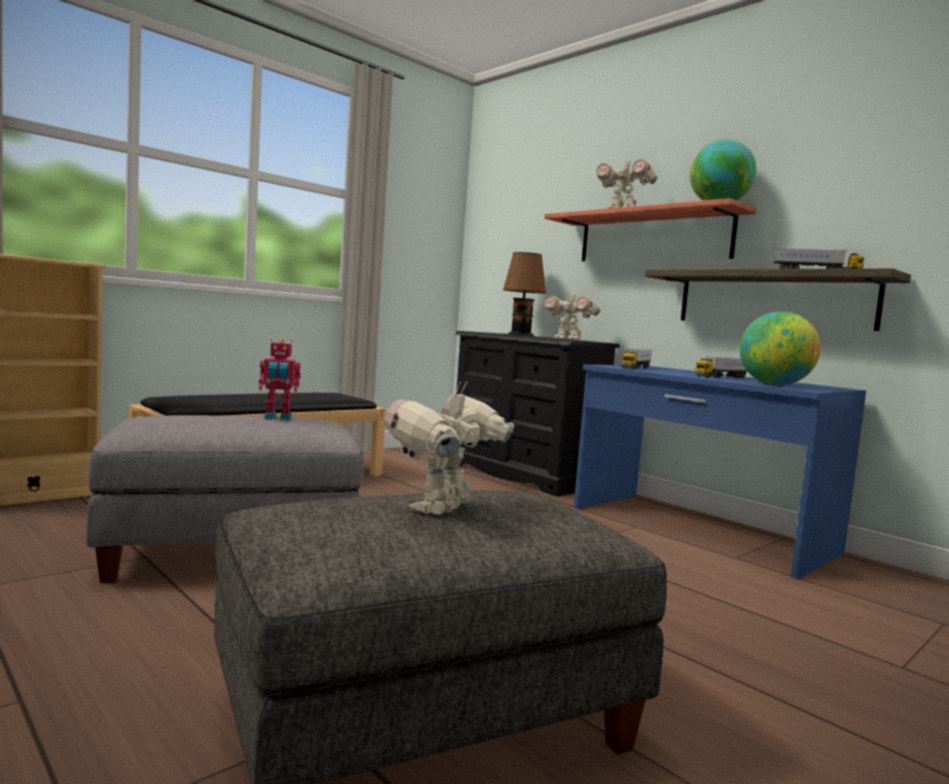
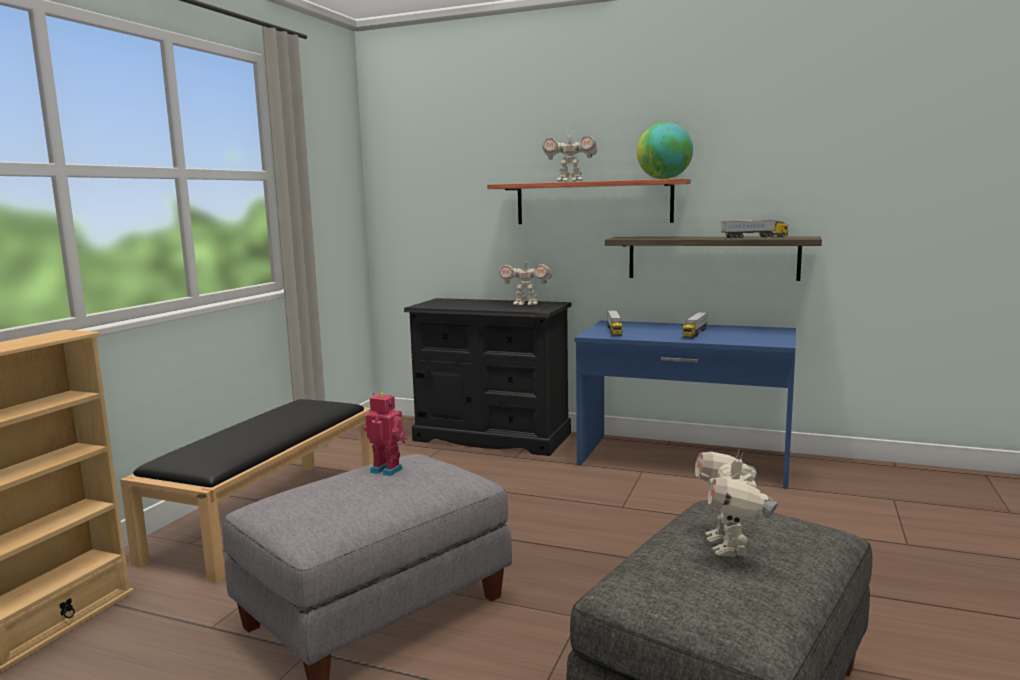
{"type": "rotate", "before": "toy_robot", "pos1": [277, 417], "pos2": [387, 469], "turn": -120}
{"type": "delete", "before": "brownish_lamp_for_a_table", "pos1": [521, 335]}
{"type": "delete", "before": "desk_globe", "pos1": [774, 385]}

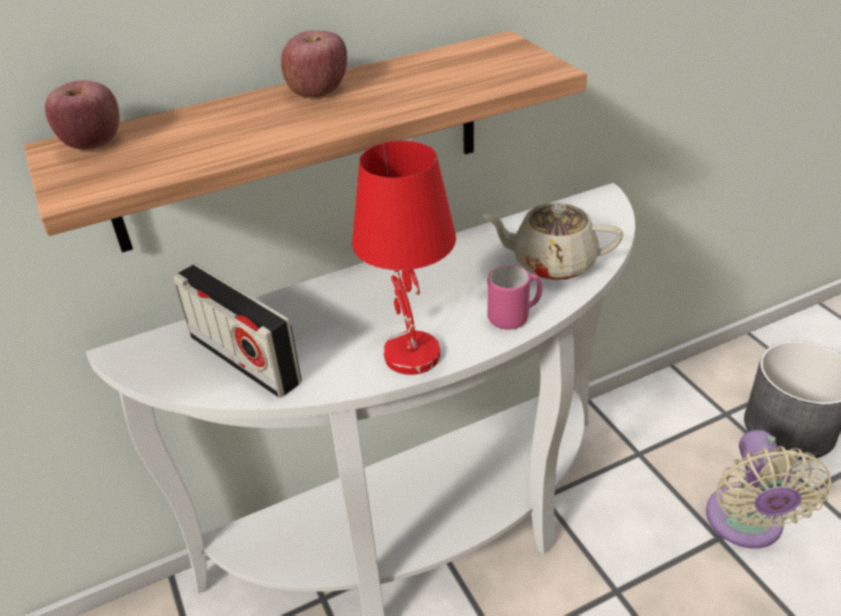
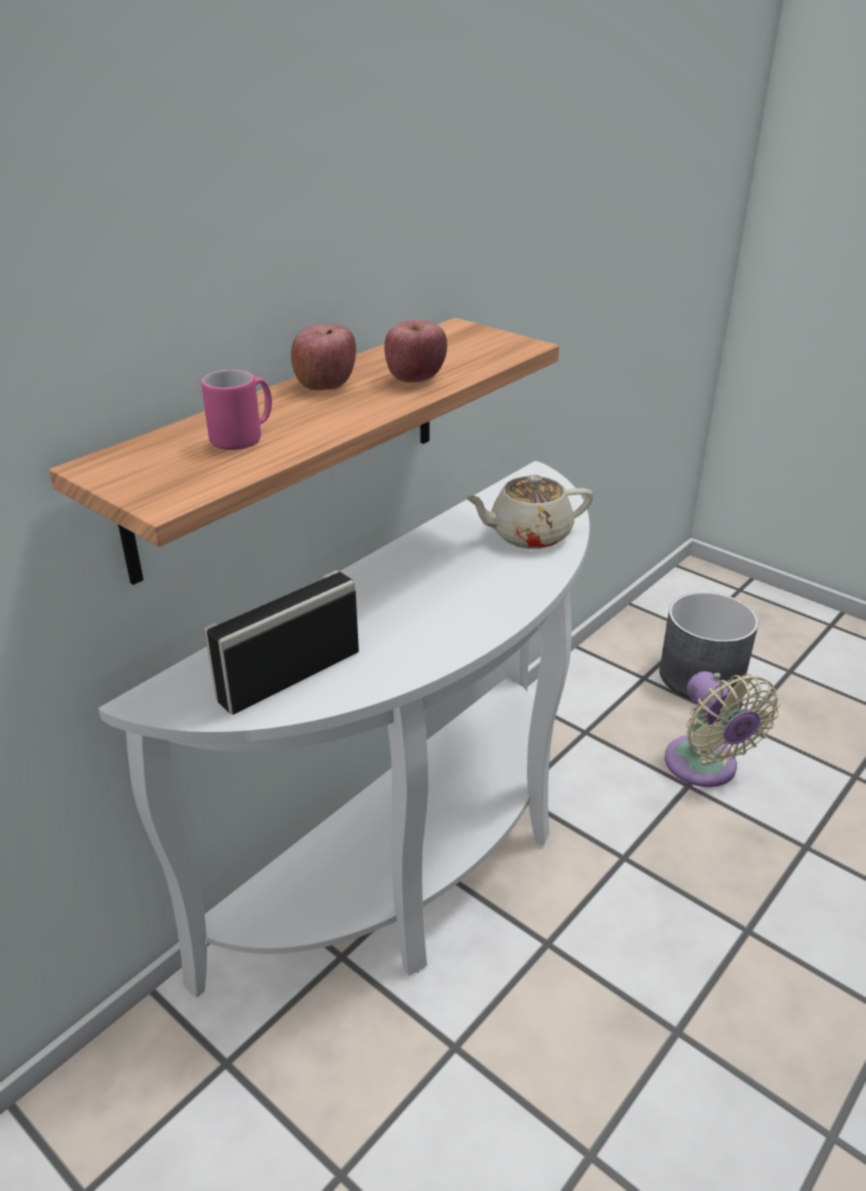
{"type": "move", "before": "apple_fruit", "pos1": [93, 144], "pos2": [415, 379]}
{"type": "rotate", "before": "radio_receiver", "pos1": [244, 360], "pos2": [289, 675], "turn": 120}
{"type": "delete", "before": "reddish_lamp_for_a_table", "pos1": [410, 354]}
{"type": "move", "before": "pink-coloured_tea_mug", "pos1": [515, 316], "pos2": [244, 438]}

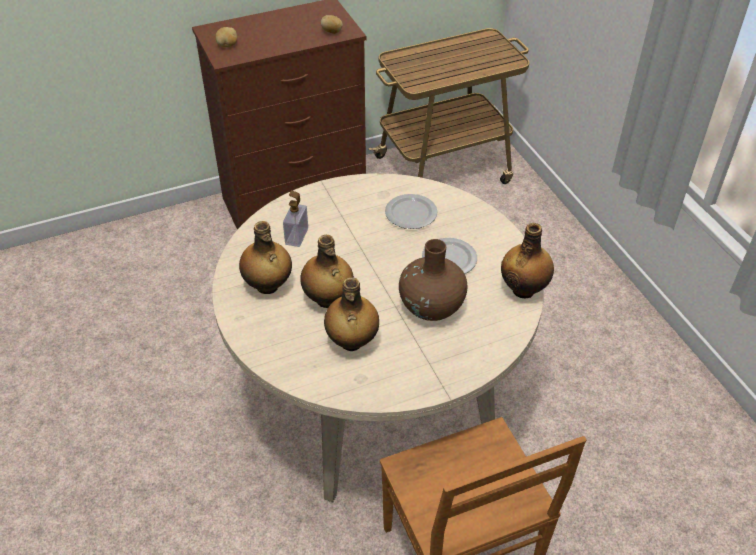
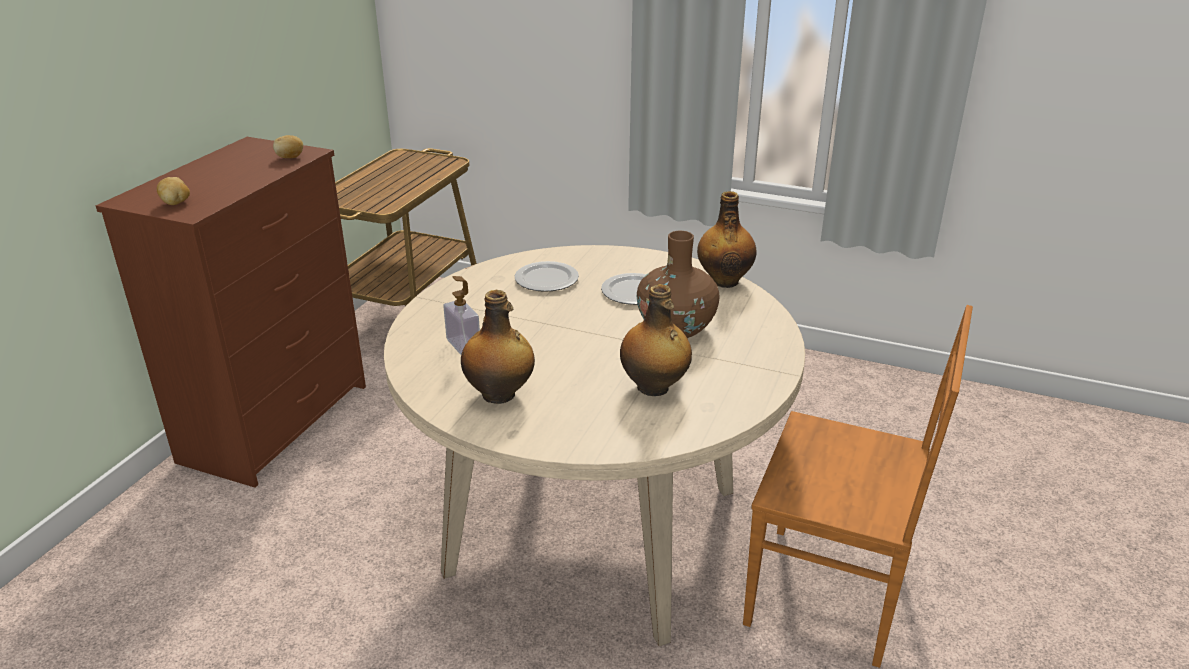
{"type": "delete", "before": "bottle", "pos1": [327, 300]}

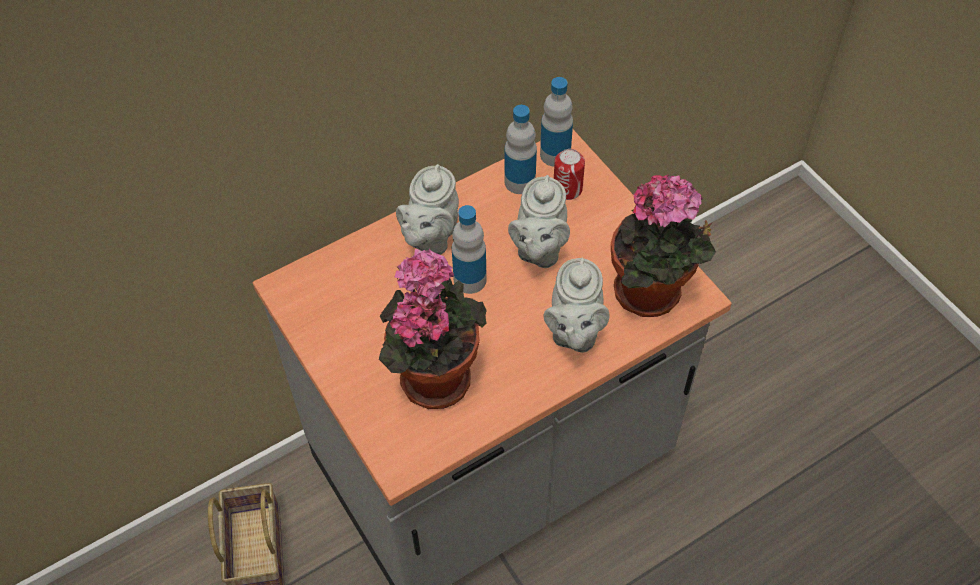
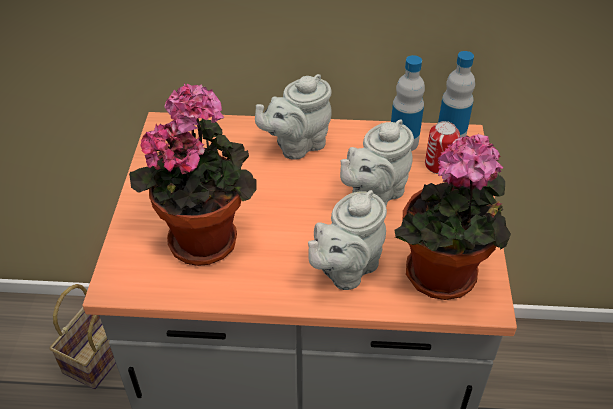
{"type": "delete", "before": "bottle", "pos1": [470, 280]}

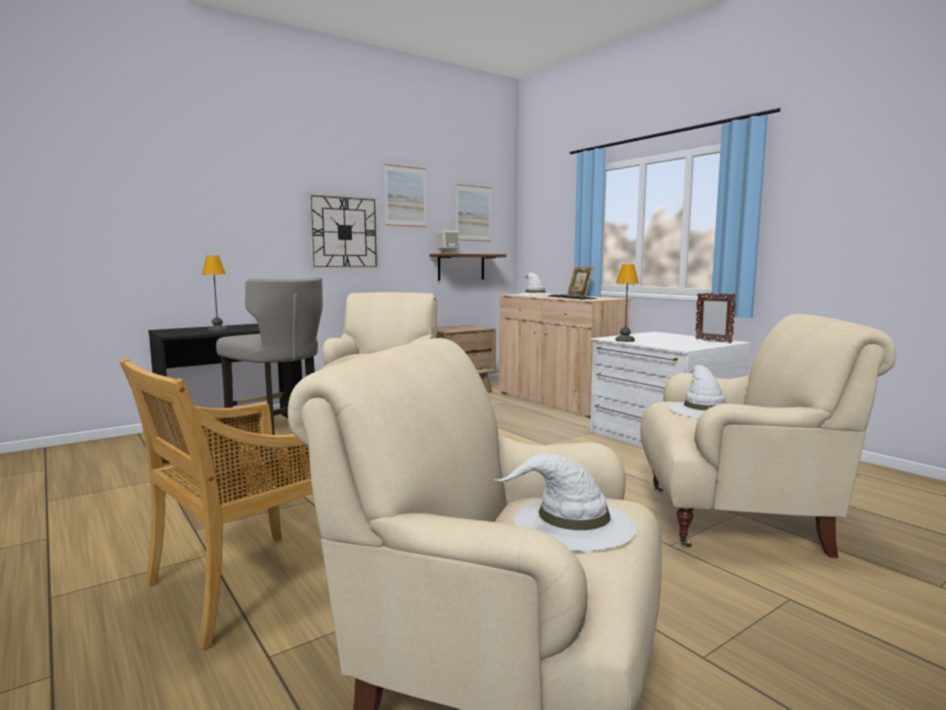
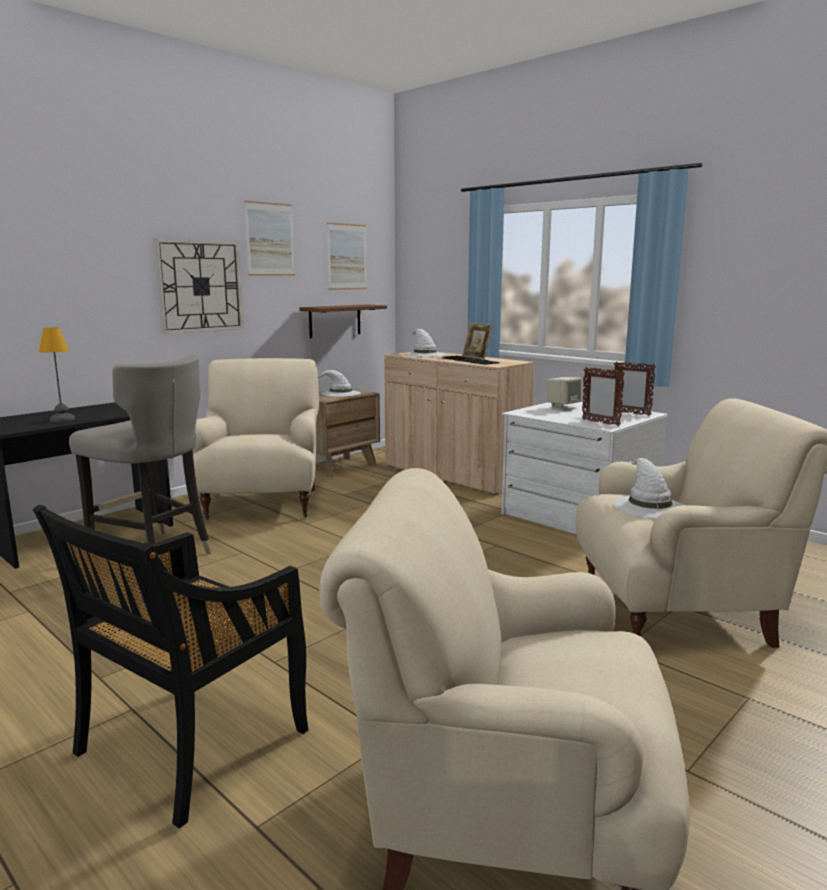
{"type": "recolor", "before": "beige_chair", "after": "blackish_chair", "pos1": [242, 586], "pos2": [190, 745]}
{"type": "move", "before": "beige_loudspeaker", "pos1": [448, 253], "pos2": [562, 408]}
{"type": "move", "before": "white-coloured_hat", "pos1": [572, 523], "pos2": [340, 393]}
{"type": "delete", "before": "lamp_for_a_table", "pos1": [625, 340]}
{"type": "insert", "after": "photo_frame", "pos2": [600, 423]}

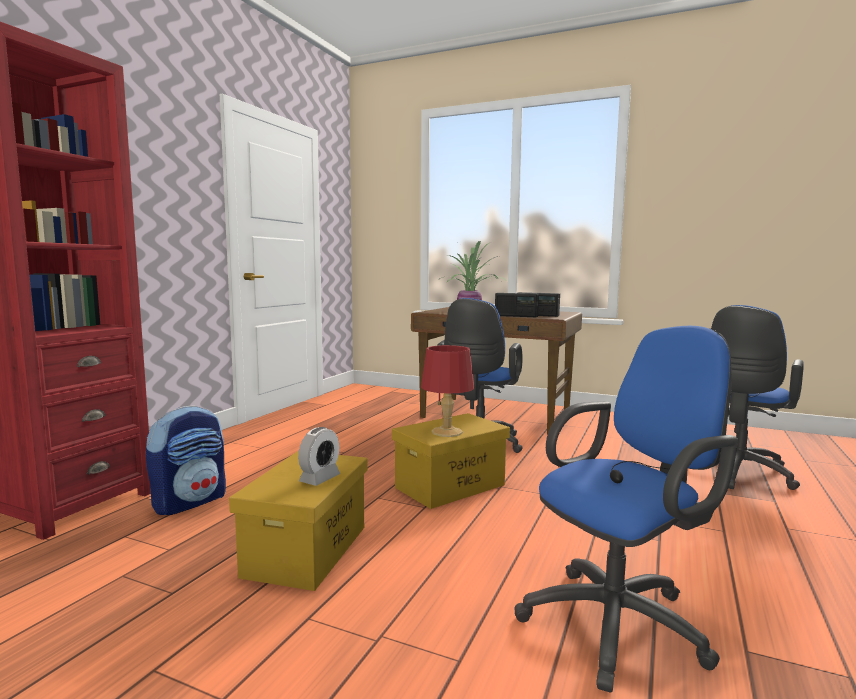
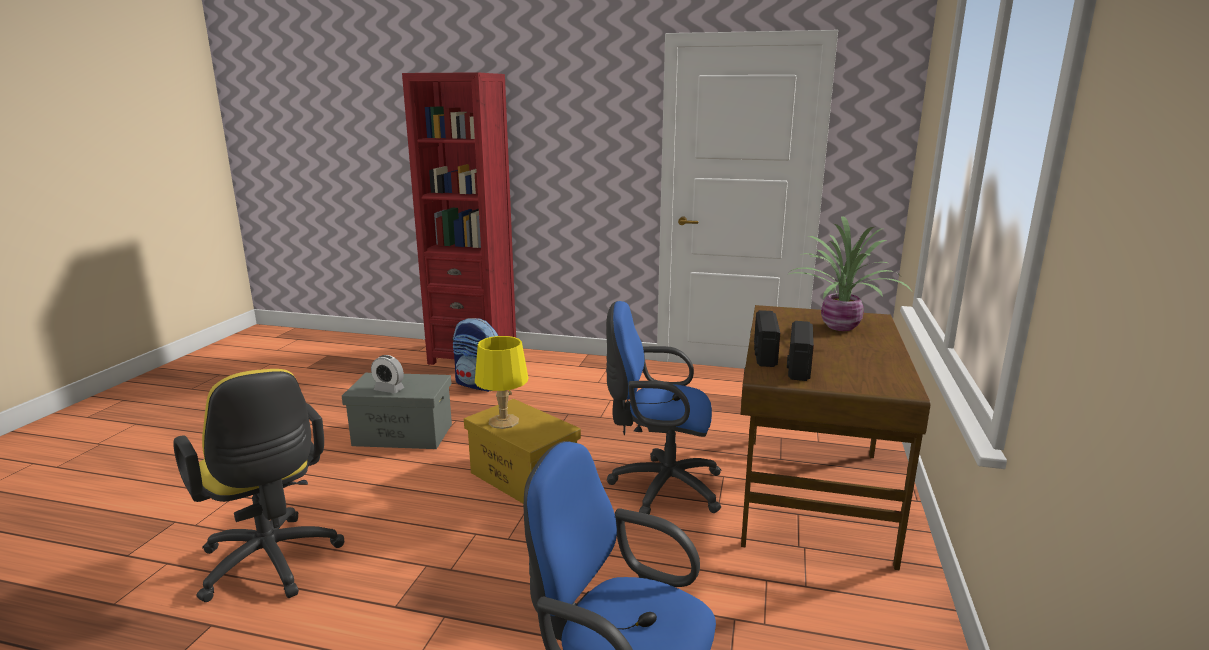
{"type": "recolor", "before": "yellow-coloured_storage_box", "after": "gray_storage_box", "pos1": [306, 549], "pos2": [404, 434]}
{"type": "recolor", "before": "reddish_lamp_for_a_table", "after": "yellow-coloured_lamp_for_a_table", "pos1": [447, 432], "pos2": [503, 422]}
{"type": "recolor", "before": "blue-coloured_office_chair", "after": "yellow-coloured_office_chair", "pos1": [621, 622], "pos2": [272, 565]}

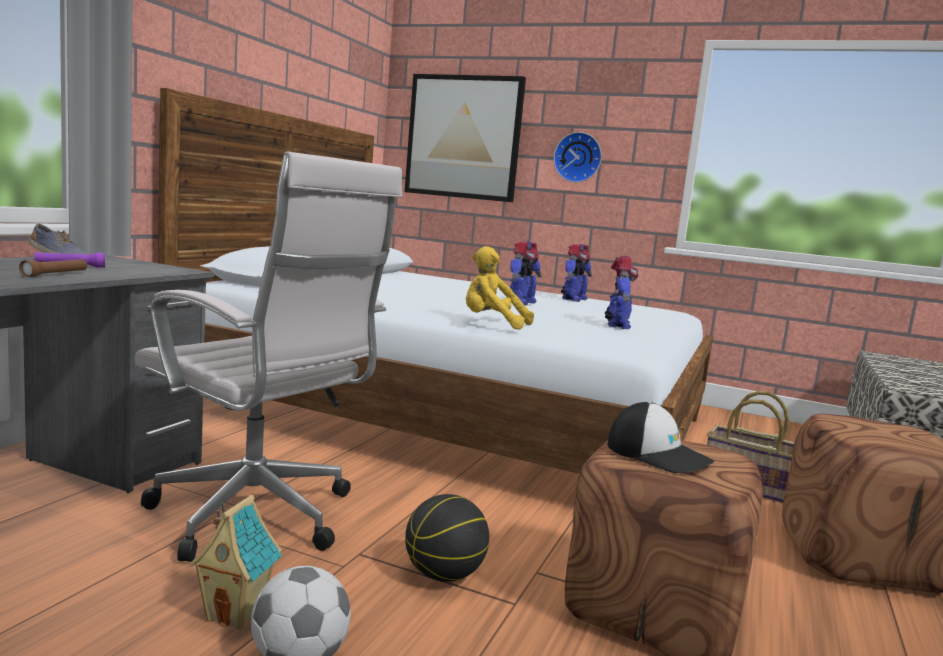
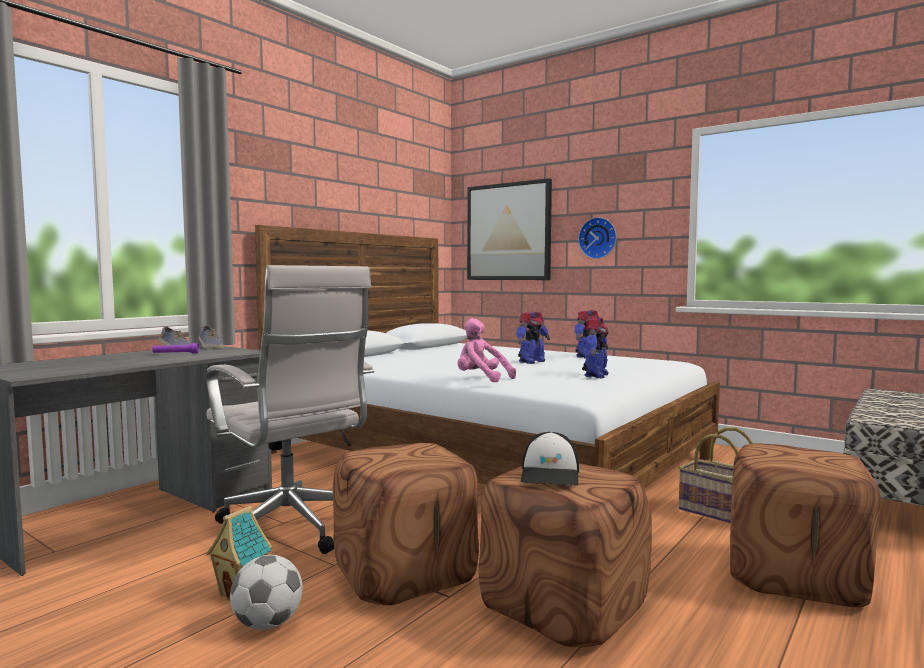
{"type": "delete", "before": "brownish_flashlight", "pos1": [55, 274]}
{"type": "replace", "before": "ball_for_basketball", "after": "brownish_ottoman", "pos1": [444, 575], "pos2": [405, 574]}
{"type": "recolor", "before": "yellow-coloured_soft_toy", "after": "pink-coloured_soft_toy", "pos1": [492, 324], "pos2": [481, 379]}
{"type": "rotate", "before": "baseball_cap", "pos1": [658, 454], "pos2": [550, 474], "turn": 45}
{"type": "insert", "after": "low_shoe", "pos2": [210, 347]}

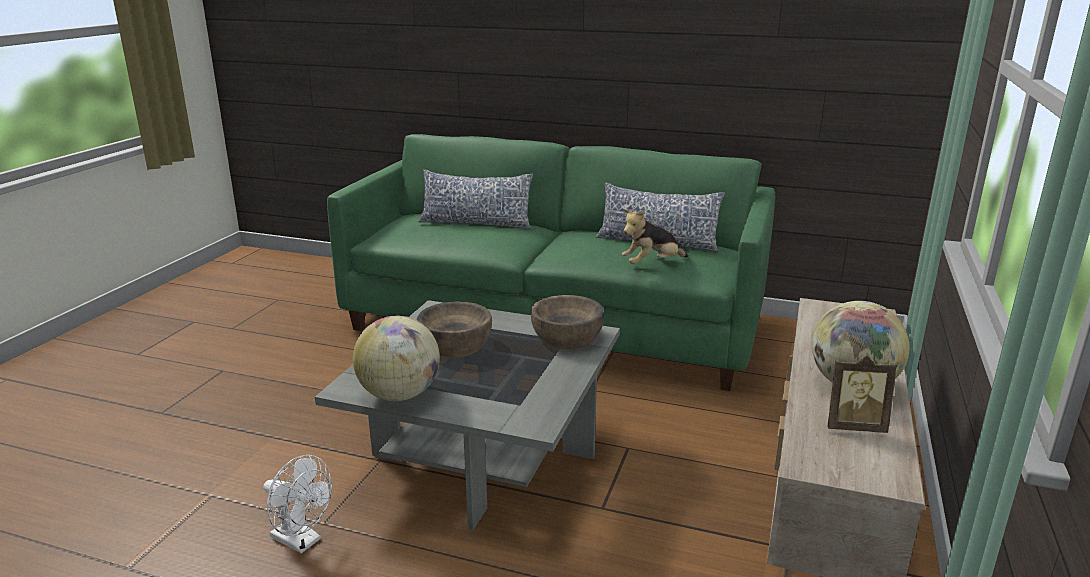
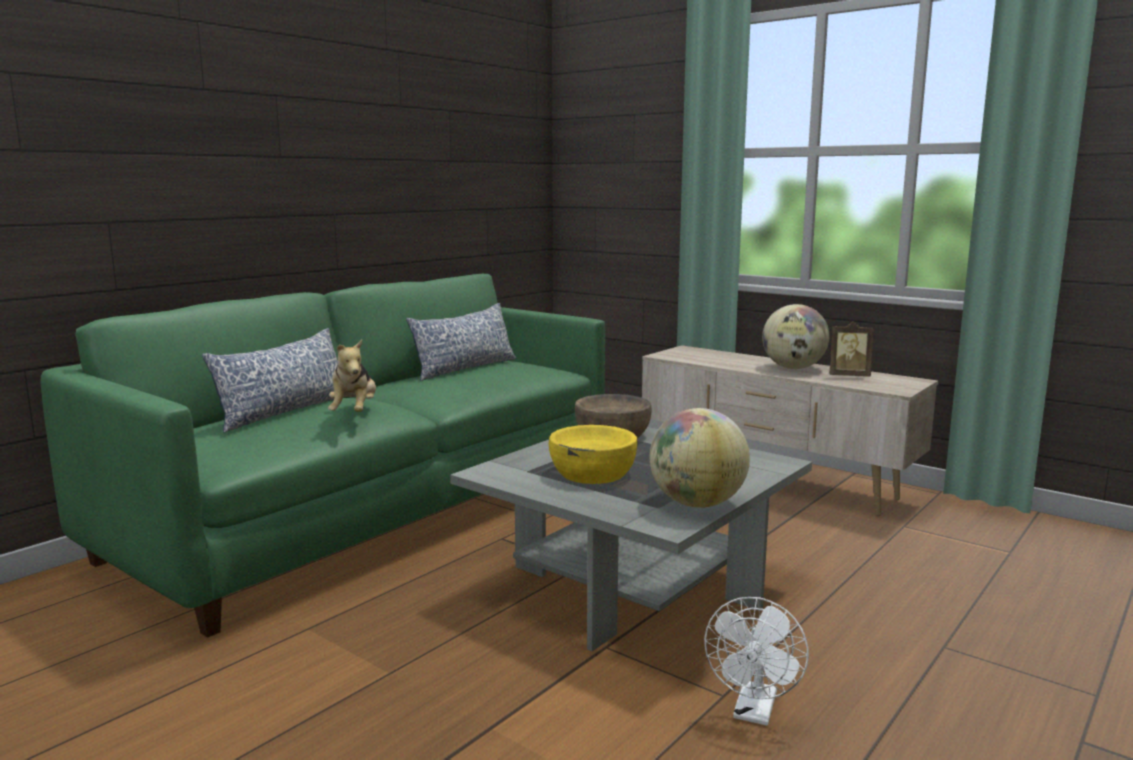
{"type": "rotate", "before": "white-coloured_electric_fan", "pos1": [302, 541], "pos2": [754, 713], "turn": 150}
{"type": "recolor", "before": "brownish_serving_bowl", "after": "yellow-coloured_serving_bowl", "pos1": [455, 345], "pos2": [593, 473]}
{"type": "move", "before": "soft_toy", "pos1": [652, 264], "pos2": [354, 413]}
{"type": "rotate", "before": "photo_frame", "pos1": [854, 426], "pos2": [848, 376], "turn": 75}

